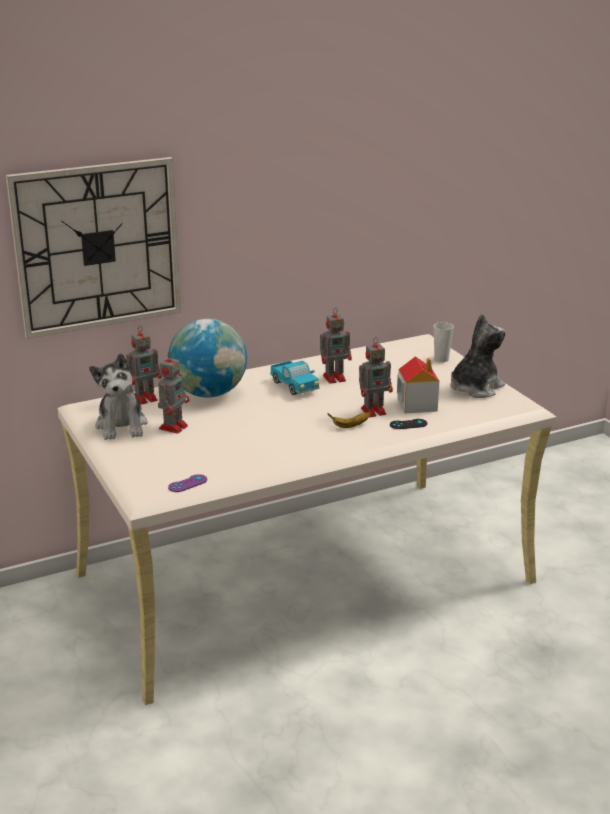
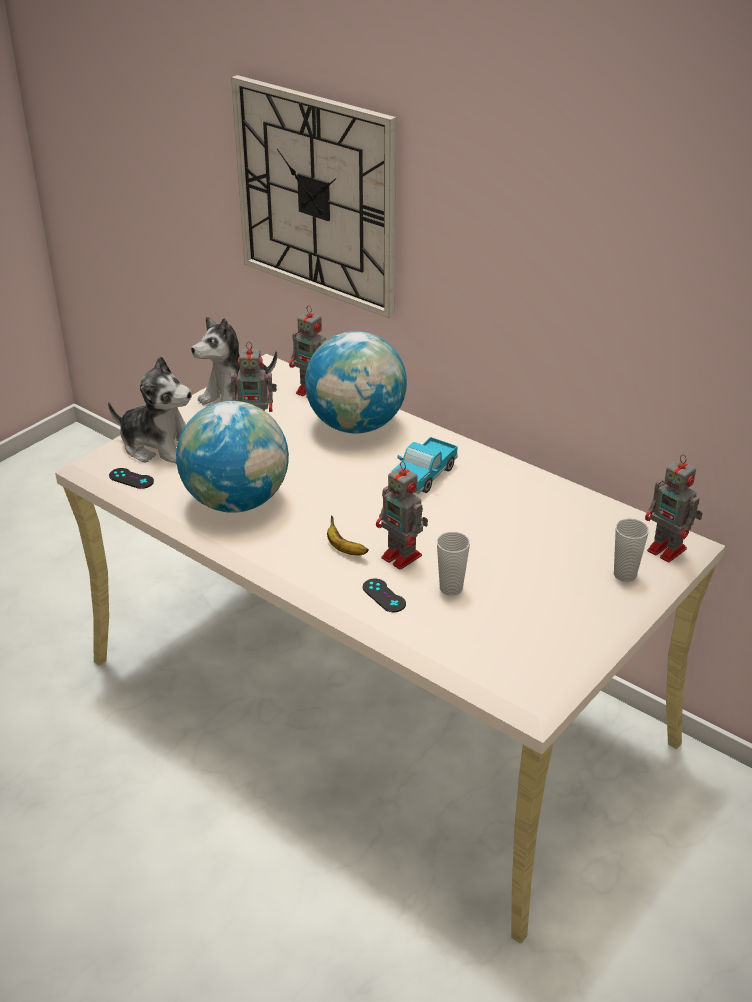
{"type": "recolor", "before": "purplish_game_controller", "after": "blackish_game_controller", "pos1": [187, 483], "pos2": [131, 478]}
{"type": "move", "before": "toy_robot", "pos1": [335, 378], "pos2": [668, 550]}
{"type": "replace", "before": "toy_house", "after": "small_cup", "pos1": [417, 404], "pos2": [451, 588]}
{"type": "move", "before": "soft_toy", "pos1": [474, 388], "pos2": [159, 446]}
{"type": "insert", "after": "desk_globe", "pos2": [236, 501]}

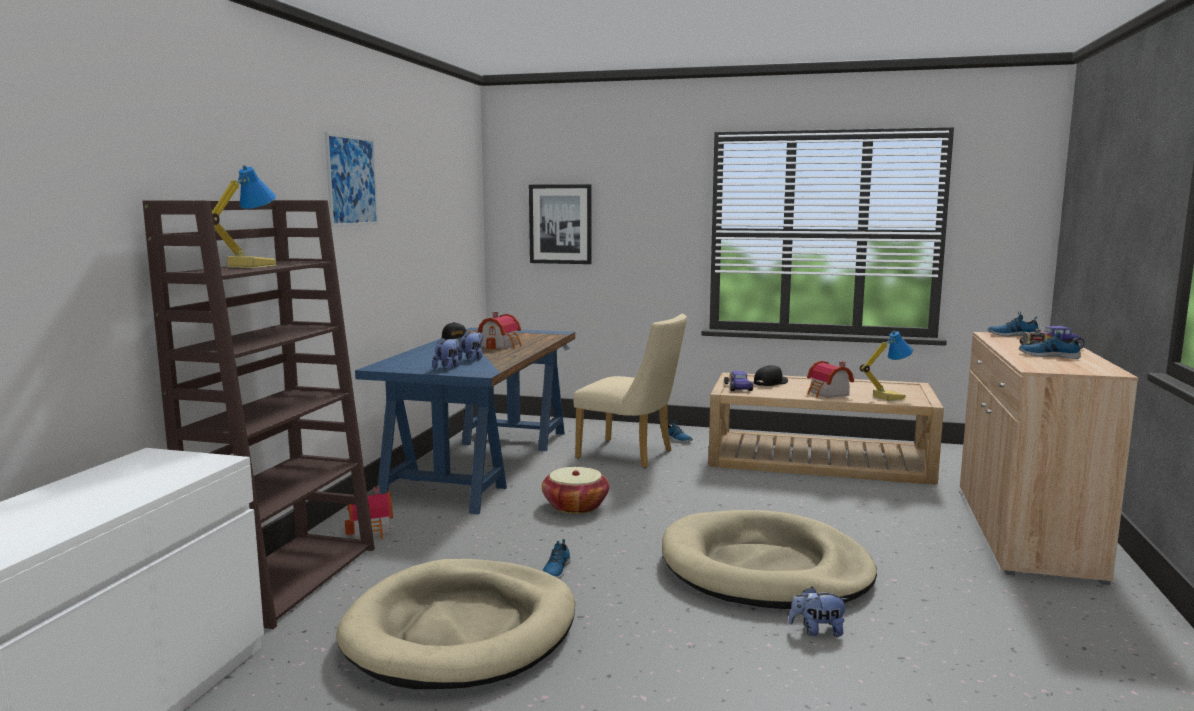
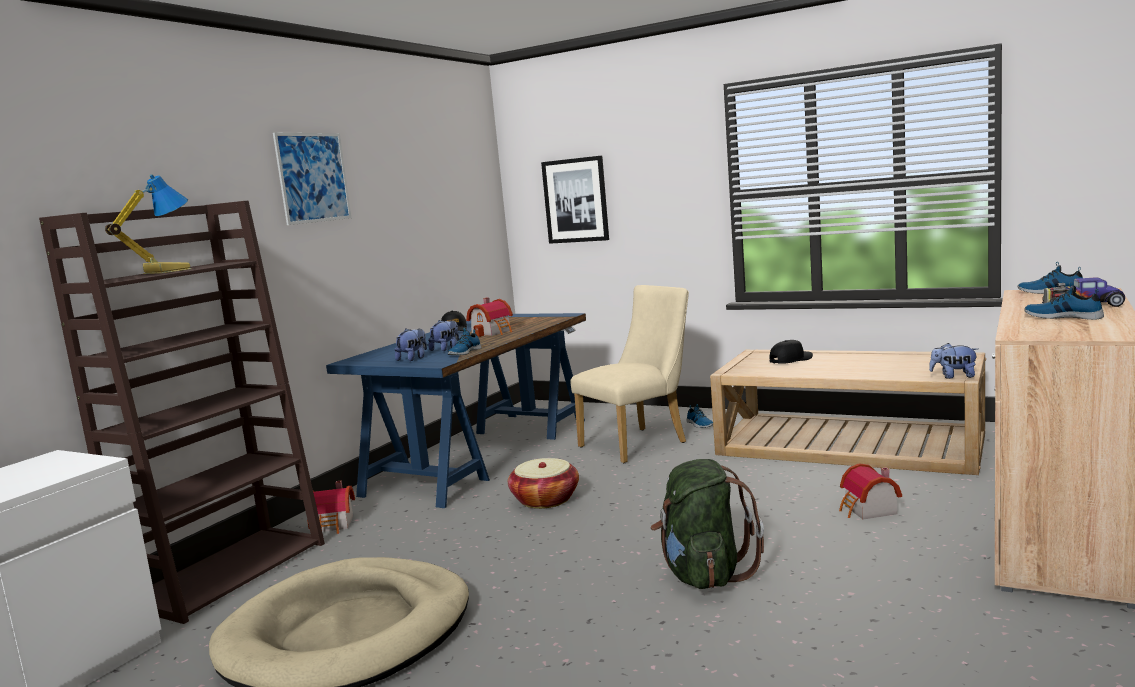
{"type": "move", "before": "low_shoe", "pos1": [555, 570], "pos2": [464, 352]}
{"type": "rotate", "before": "beige_chair", "pos1": [631, 455], "pos2": [639, 443], "turn": -75}
{"type": "replace", "before": "beige_dog_bed", "after": "green-coloured_backpack", "pos1": [764, 568], "pos2": [704, 575]}
{"type": "delete", "before": "toy_car", "pos1": [737, 387]}
{"type": "move", "before": "soft_toy", "pos1": [817, 631], "pos2": [954, 376]}
{"type": "move", "before": "toy_house", "pos1": [828, 394], "pos2": [868, 511]}
{"type": "delete", "before": "lamp_for_a_table", "pos1": [887, 397]}

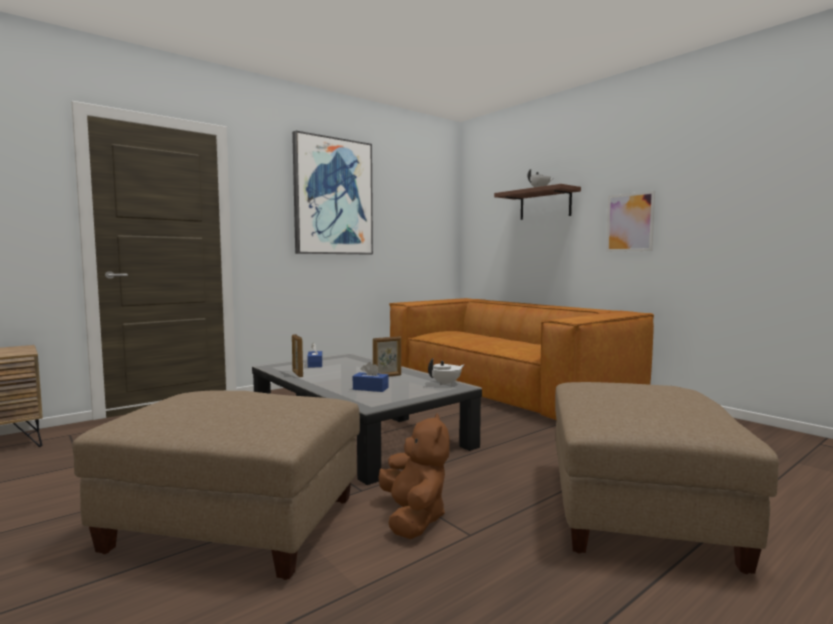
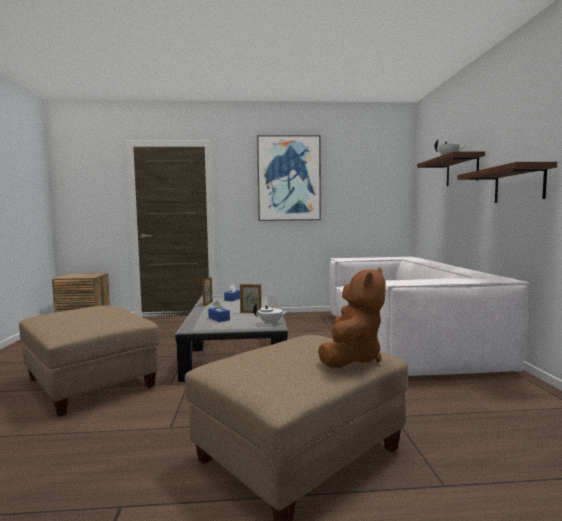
{"type": "move", "before": "brownish_soft_toy", "pos1": [413, 518], "pos2": [351, 358]}
{"type": "recolor", "before": "brownish_sofa", "after": "white-coloured_sofa", "pos1": [506, 387], "pos2": [403, 338]}
{"type": "replace", "before": "wall_picture", "after": "brownish_wall_shelf", "pos1": [630, 222], "pos2": [519, 185]}

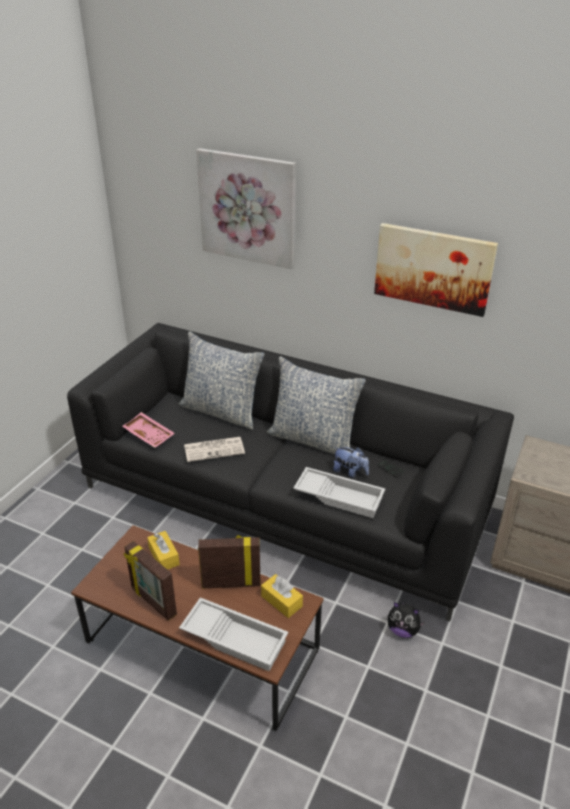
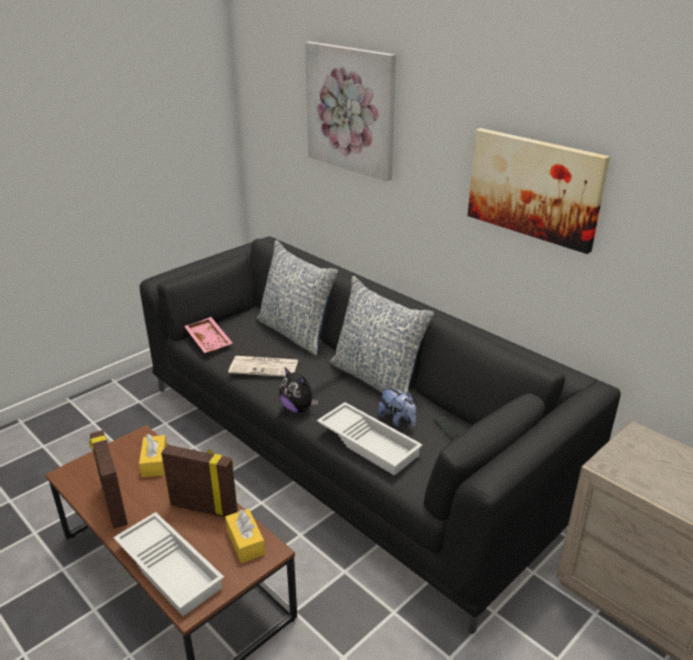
{"type": "move", "before": "soft_toy", "pos1": [403, 630], "pos2": [298, 408]}

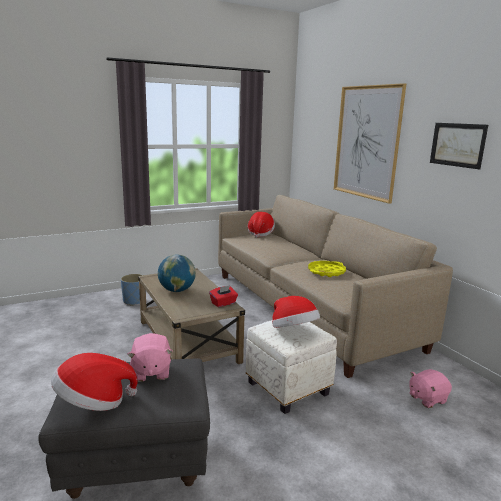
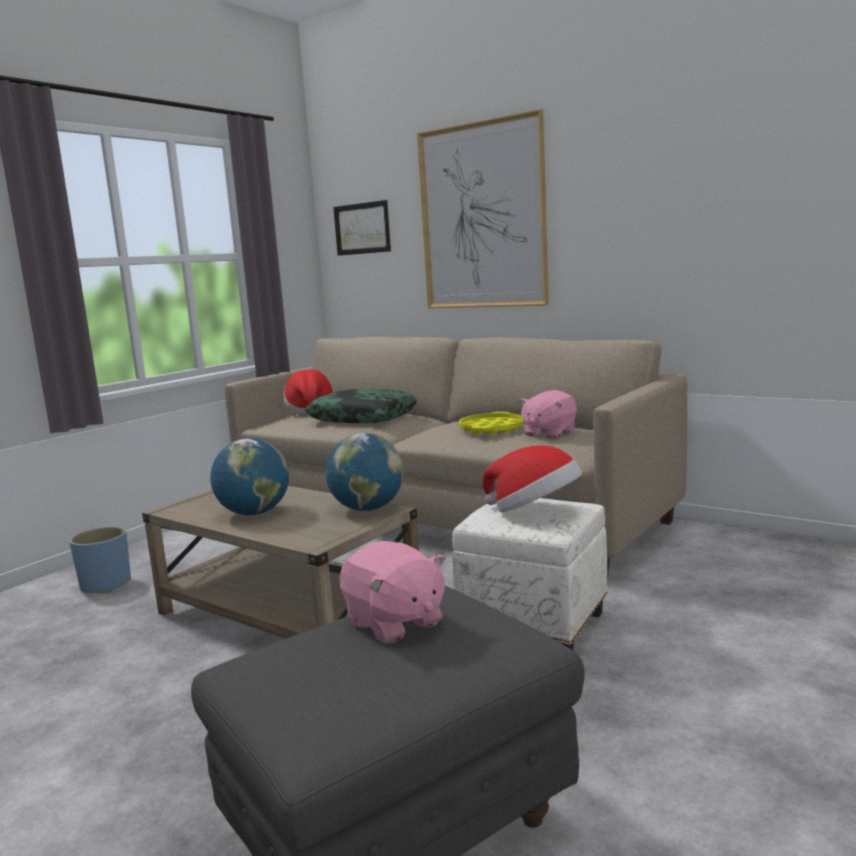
{"type": "delete", "before": "hat", "pos1": [94, 402]}
{"type": "replace", "before": "reddish_box_of_tissues", "after": "desk_globe", "pos1": [223, 303], "pos2": [367, 508]}
{"type": "move", "before": "pink-coloured_soft_toy", "pos1": [427, 398], "pos2": [549, 433]}
{"type": "move", "before": "wall_picture", "pos1": [457, 145], "pos2": [362, 228]}
{"type": "insert", "after": "throw_pillow", "pos2": [362, 418]}

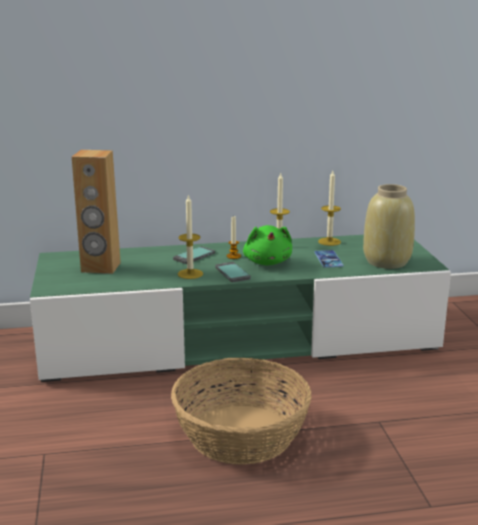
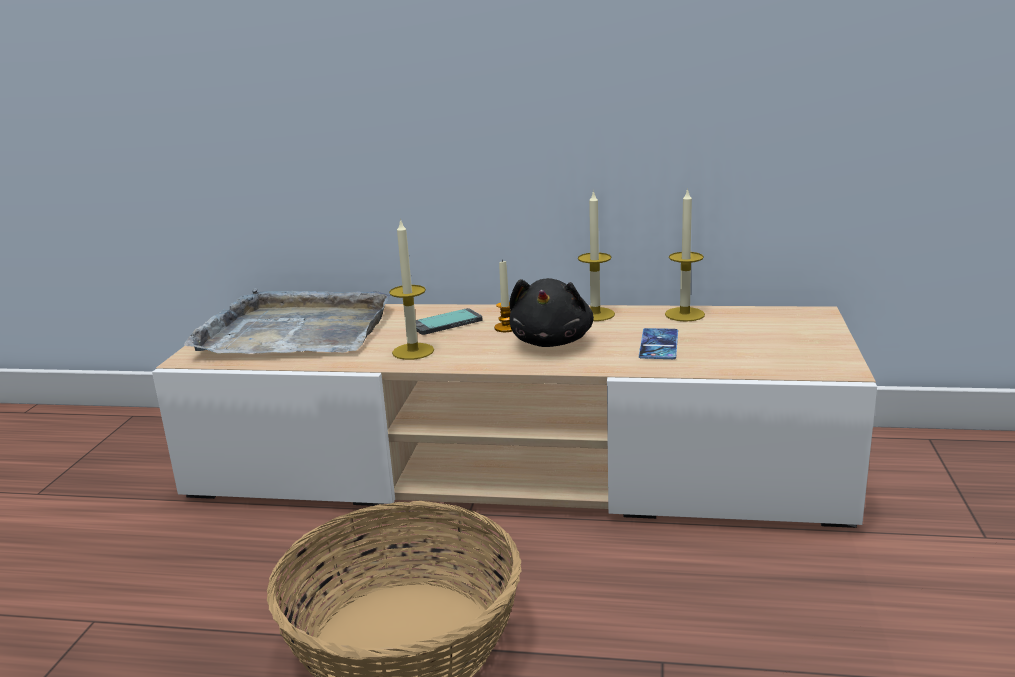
{"type": "recolor", "before": "green-coloured_tv_stand", "after": "beige_tv_stand", "pos1": [239, 340], "pos2": [514, 466]}
{"type": "replace", "before": "brownish_loudspeaker", "after": "gray_tray", "pos1": [100, 267], "pos2": [295, 331]}
{"type": "delete", "before": "telephone", "pos1": [232, 273]}
{"type": "recolor", "before": "green-coloured_soft_toy", "after": "blackish_soft_toy", "pos1": [267, 262], "pos2": [552, 341]}
{"type": "delete", "before": "beige_flower_vase", "pos1": [387, 261]}

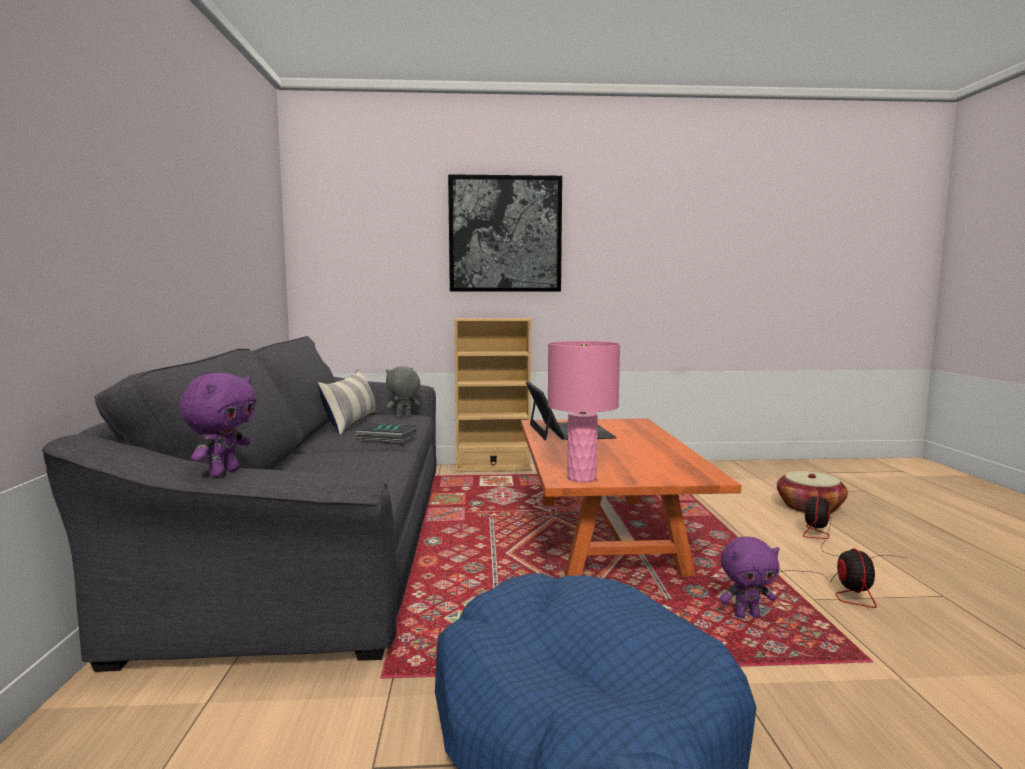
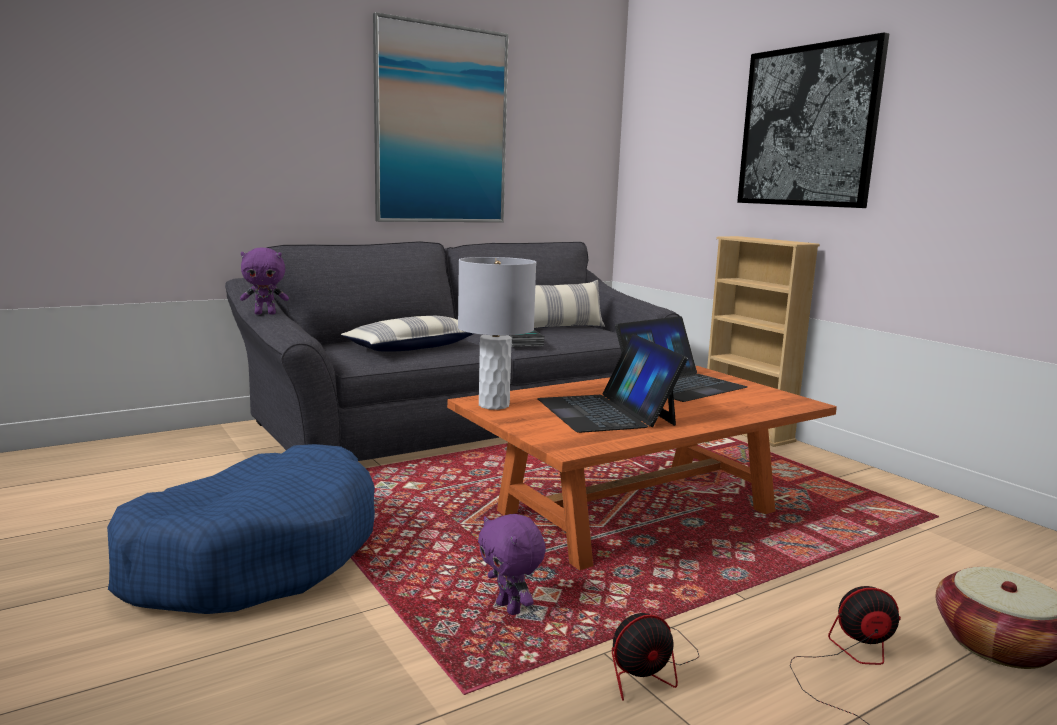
{"type": "delete", "before": "gray_soft_toy", "pos1": [403, 417]}
{"type": "recolor", "before": "pink-coloured_lamp_for_a_table", "after": "gray_lamp_for_a_table", "pos1": [582, 478], "pos2": [494, 405]}
{"type": "insert", "after": "throw_pillow", "pos2": [413, 347]}
{"type": "insert", "after": "wall_picture", "pos2": [441, 125]}
{"type": "insert", "after": "notebook_computer", "pos2": [606, 412]}

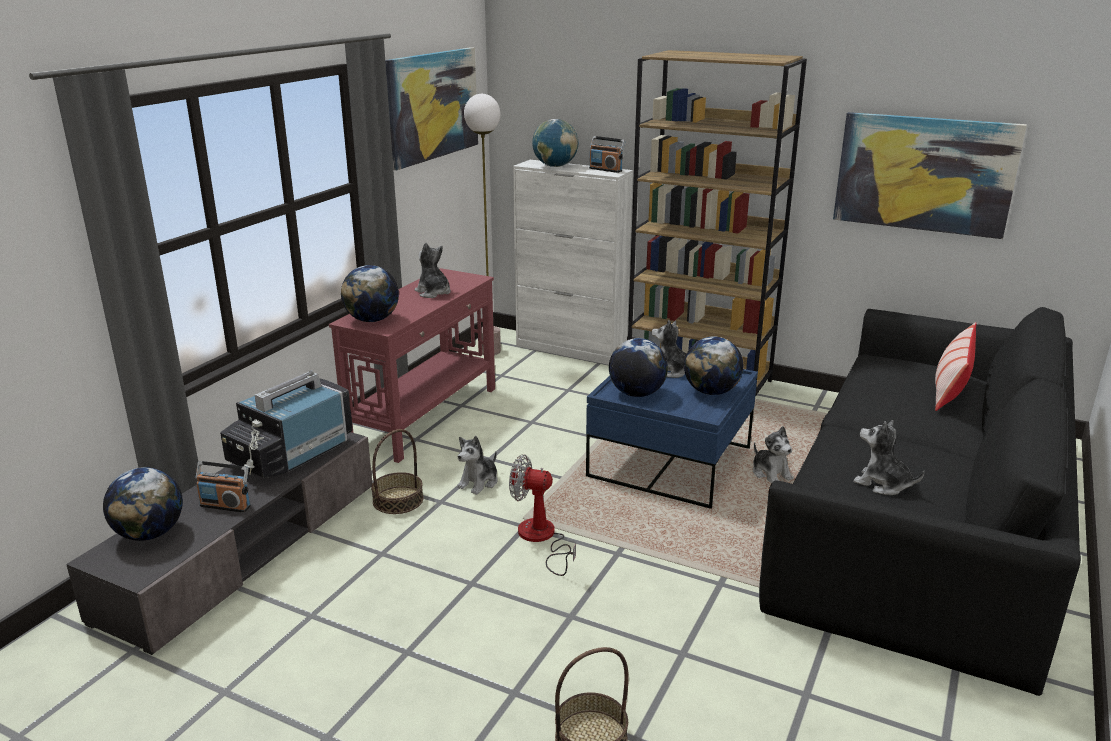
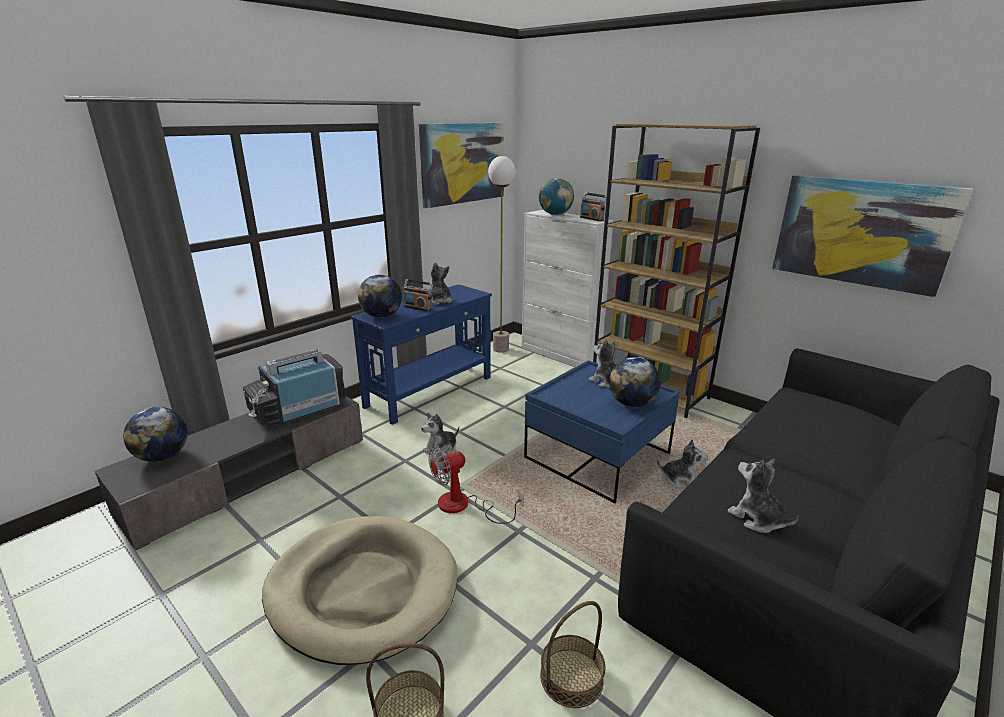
{"type": "move", "before": "radio_receiver", "pos1": [225, 505], "pos2": [418, 307]}
{"type": "recolor", "before": "reddish_console_table", "after": "blue-coloured_console_table", "pos1": [425, 416], "pos2": [430, 392]}
{"type": "move", "before": "household_basket", "pos1": [398, 500], "pos2": [571, 677]}
{"type": "rotate", "before": "electric_fan", "pos1": [541, 539], "pos2": [464, 506], "turn": -60}
{"type": "delete", "before": "desk_globe", "pos1": [636, 394]}
{"type": "rotate", "before": "soft_toy", "pos1": [771, 474], "pos2": [680, 479], "turn": -60}
{"type": "delete", "before": "throw_pillow", "pos1": [950, 389]}
{"type": "insert", "after": "beige_dog_bed", "pos2": [363, 589]}

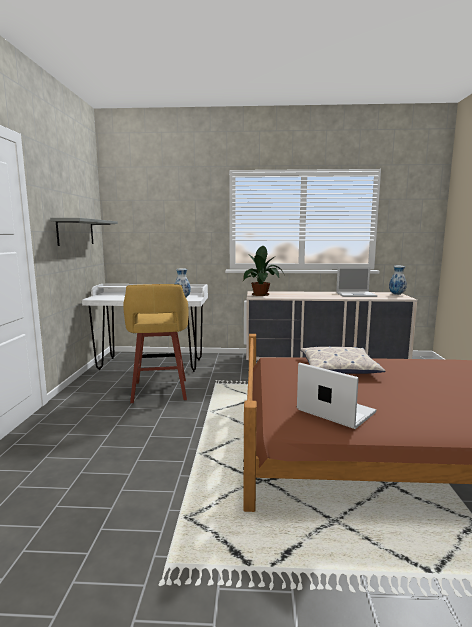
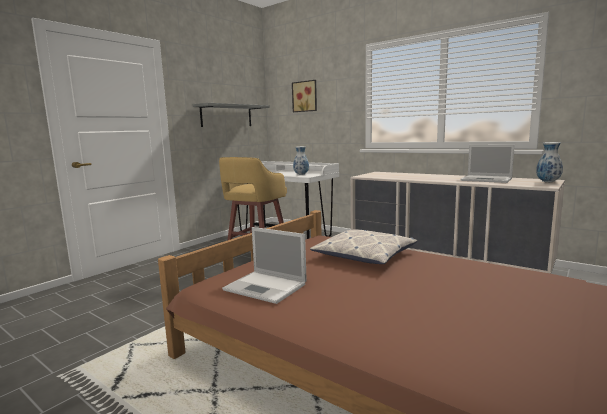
{"type": "delete", "before": "houseplant", "pos1": [261, 294]}
{"type": "rotate", "before": "notebook_computer", "pos1": [334, 411], "pos2": [266, 287], "turn": 135}
{"type": "insert", "after": "wall_picture", "pos2": [305, 96]}

